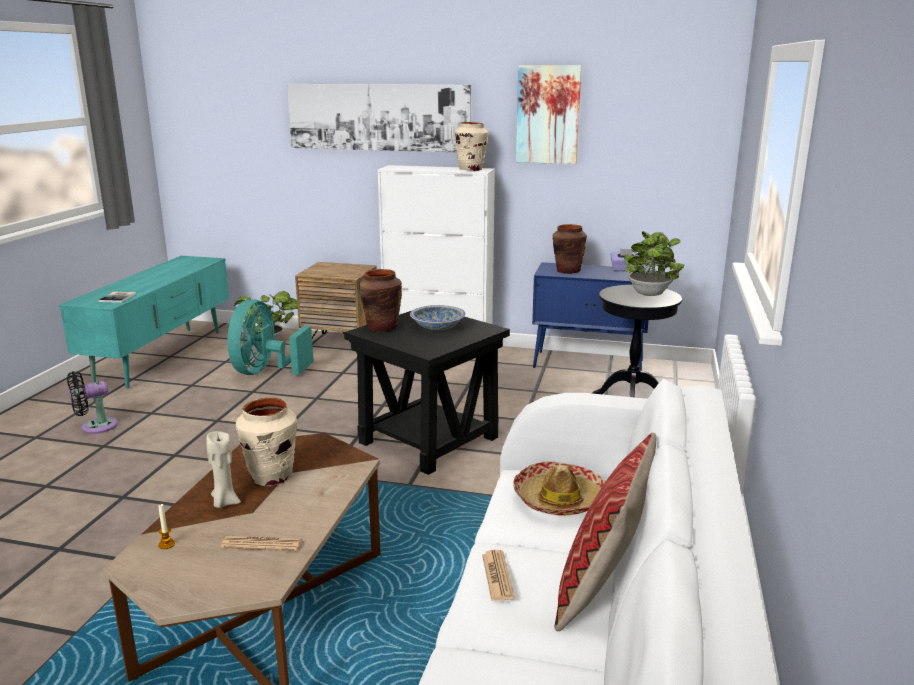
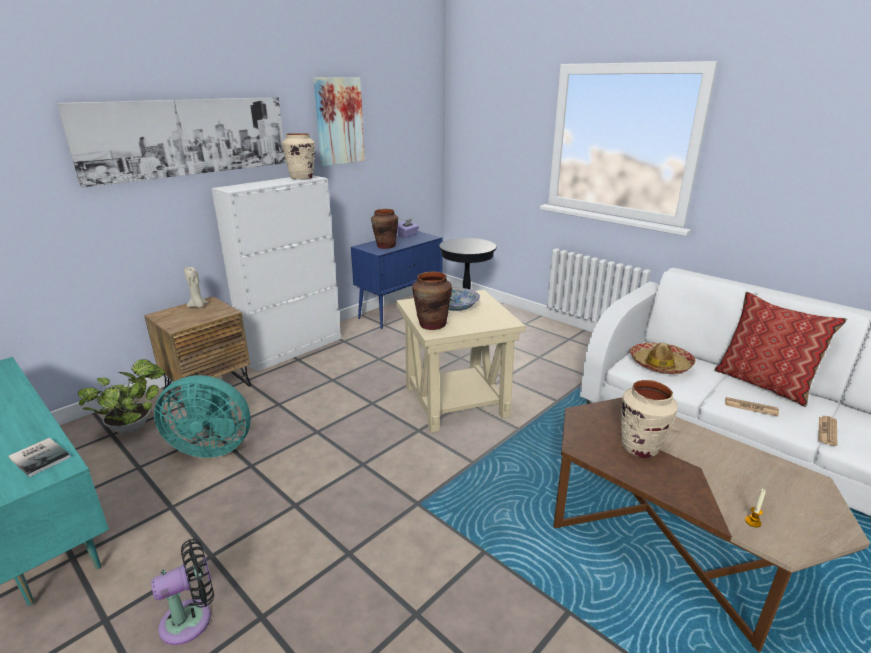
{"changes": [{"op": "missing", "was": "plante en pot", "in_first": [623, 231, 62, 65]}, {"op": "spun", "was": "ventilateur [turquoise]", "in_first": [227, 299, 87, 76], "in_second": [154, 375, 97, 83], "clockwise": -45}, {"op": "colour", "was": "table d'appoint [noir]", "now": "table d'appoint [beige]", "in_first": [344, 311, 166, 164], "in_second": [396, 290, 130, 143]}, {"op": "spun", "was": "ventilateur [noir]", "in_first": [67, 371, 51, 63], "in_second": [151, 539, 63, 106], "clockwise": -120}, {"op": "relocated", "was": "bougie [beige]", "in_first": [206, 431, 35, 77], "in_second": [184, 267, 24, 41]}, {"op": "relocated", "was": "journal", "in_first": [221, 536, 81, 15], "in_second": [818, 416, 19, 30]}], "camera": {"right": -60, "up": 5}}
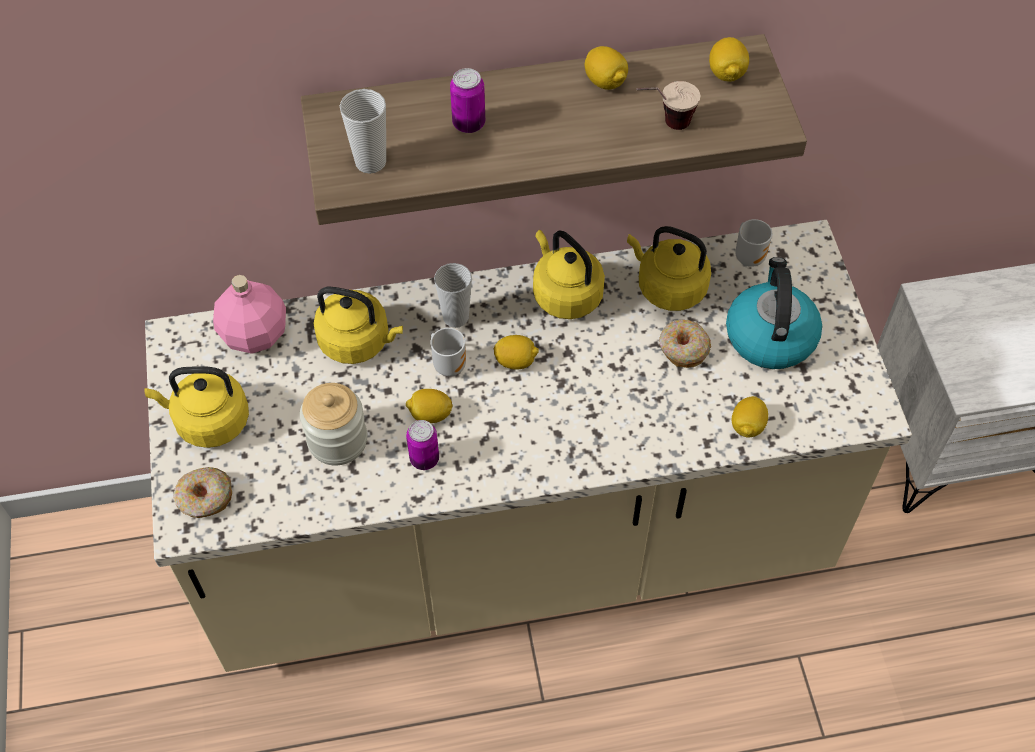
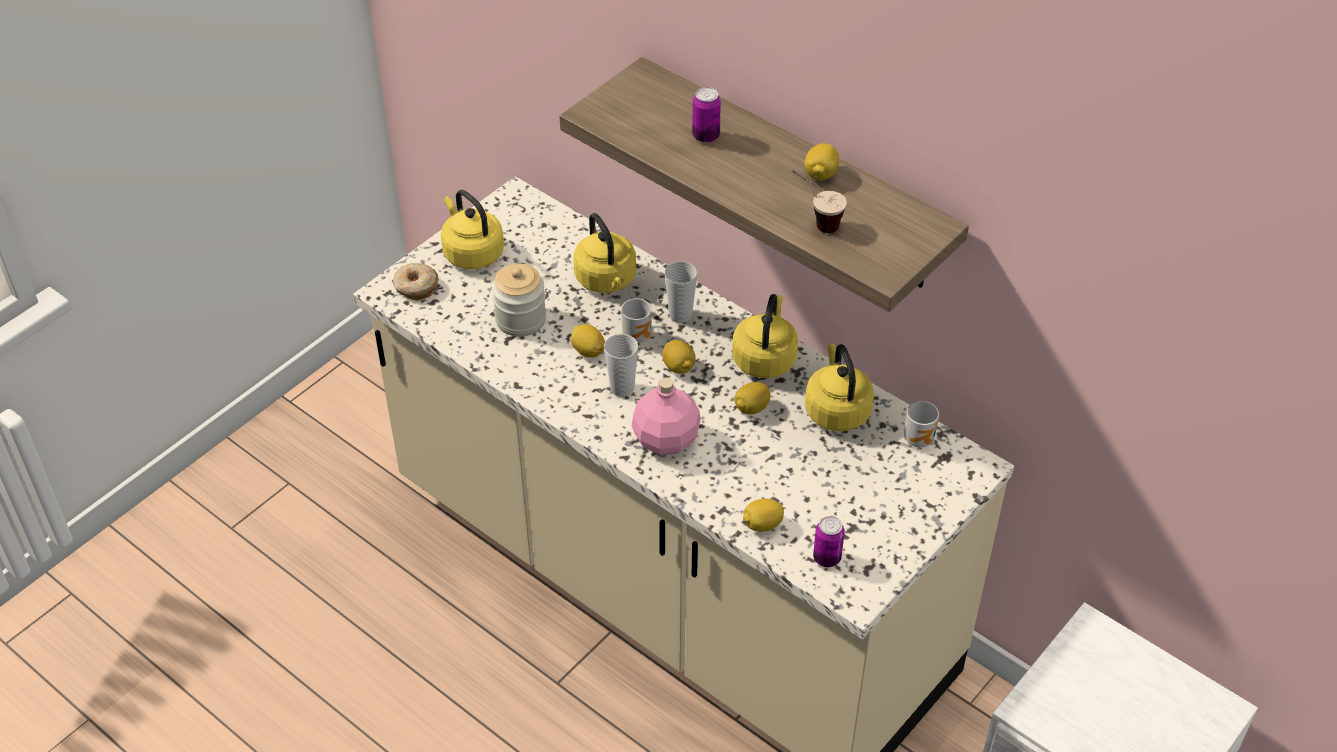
{"changes": [{"op": "relocated", "was": "citron", "in_first": [709, 37, 40, 45], "in_second": [735, 382, 36, 32]}, {"op": "relocated", "was": "tasse", "in_first": [340, 89, 46, 85], "in_second": [604, 334, 34, 63]}, {"op": "missing", "was": "bouilloire", "in_first": [726, 257, 96, 112]}, {"op": "relocated", "was": "bouteille [rose]", "in_first": [213, 275, 73, 78], "in_second": [632, 377, 69, 78]}, {"op": "missing", "was": "beignet", "in_first": [659, 320, 52, 48]}, {"op": "relocated", "was": "boîte métallique", "in_first": [406, 420, 33, 50], "in_second": [813, 516, 32, 51]}], "camera": {"right": 50, "up": -10}}
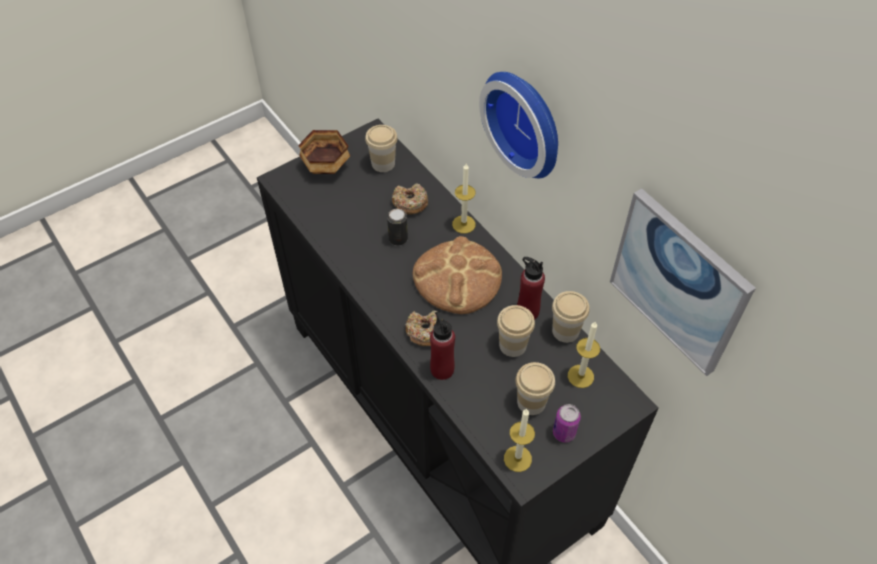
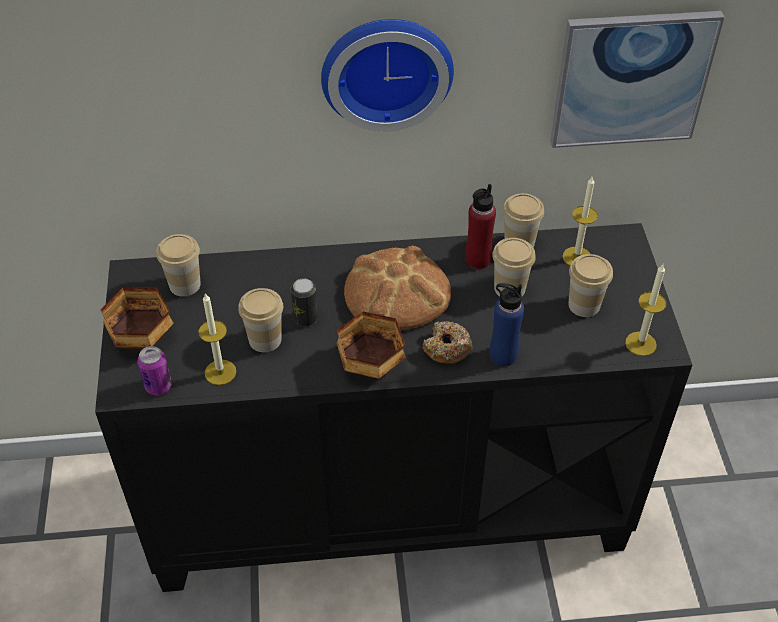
{"changes": [{"op": "relocated", "was": "bougie", "in_first": [452, 164, 24, 70], "in_second": [198, 293, 38, 92]}, {"op": "missing", "was": "beignet", "in_first": [392, 183, 36, 32]}, {"op": "colour", "was": "bouteille [rouge]", "now": "bouteille [bleu]", "in_first": [430, 312, 25, 68], "in_second": [489, 283, 35, 84]}, {"op": "relocated", "was": "boîte métallique", "in_first": [553, 404, 28, 39], "in_second": [138, 346, 34, 49]}, {"op": "appeared", "now": "tasse", "in_second": [238, 288, 45, 64]}, {"op": "appeared", "now": "bol", "in_second": [337, 311, 69, 68]}], "camera": {"right": -60, "up": -5}}
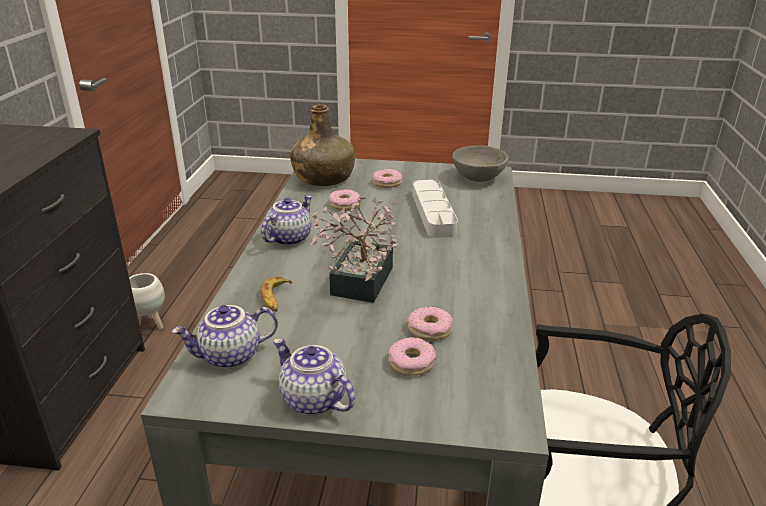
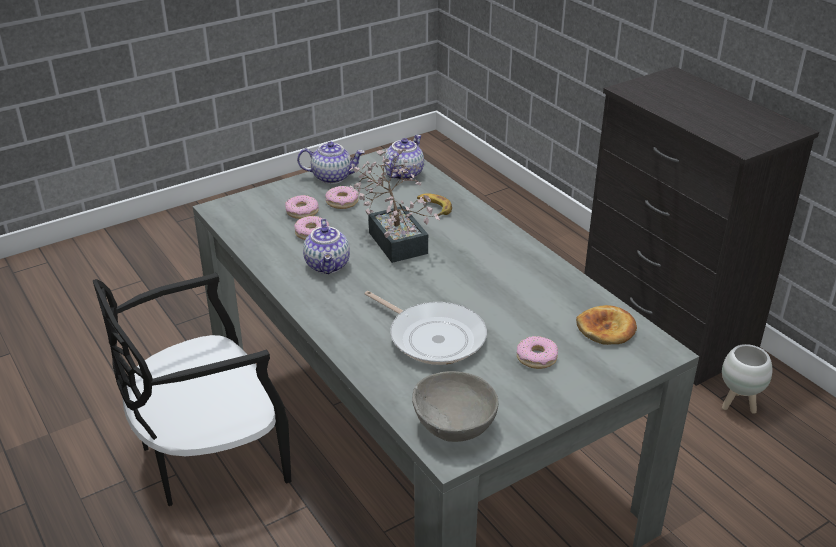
{"changes": [{"op": "exchanged", "was": "bouteille [vert]", "now": "pain", "in_first": [290, 104, 65, 82], "in_second": [576, 305, 61, 40]}, {"op": "exchanged", "was": "plateau [gris]", "now": "poêle", "in_first": [412, 180, 46, 58], "in_second": [365, 291, 122, 74]}, {"op": "relocated", "was": "beignet", "in_first": [329, 189, 32, 21], "in_second": [325, 186, 34, 23]}, {"op": "relocated", "was": "théière", "in_first": [261, 195, 52, 51], "in_second": [303, 218, 47, 56]}], "camera": {"right": 140, "up": 5}}
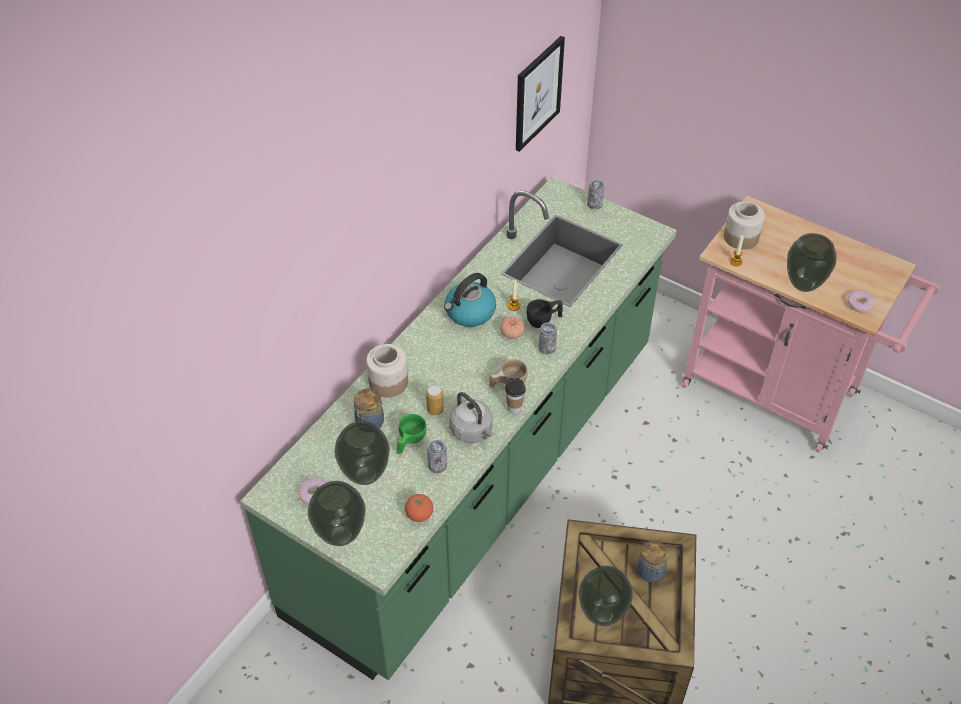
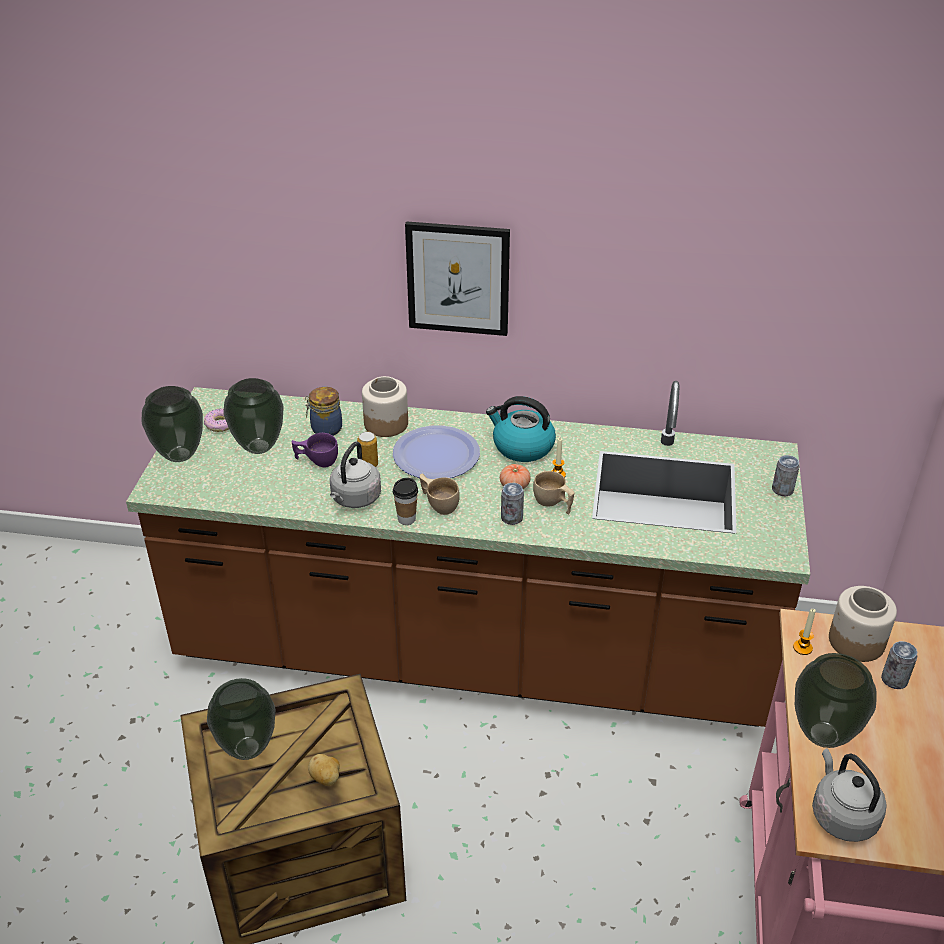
{"changes": [{"op": "relocated", "was": "tableau", "in_first": [516, 36, 49, 116], "in_second": [405, 221, 105, 115]}, {"op": "colour", "was": "comptoir de cuisine [vert]", "now": "comptoir de cuisine [marron]", "in_first": [240, 177, 437, 503], "in_second": [126, 381, 684, 346]}, {"op": "exchanged", "was": "beignet", "now": "bouilloire [gris]", "in_first": [848, 290, 27, 23], "in_second": [812, 748, 75, 94]}, {"op": "colour", "was": "tasse [noir]", "now": "tasse [beige]", "in_first": [527, 299, 36, 29], "in_second": [533, 471, 41, 43]}, {"op": "colour", "was": "tasse [vert]", "now": "tasse [violet]", "in_first": [397, 414, 30, 40], "in_second": [292, 433, 46, 34]}, {"op": "relocated", "was": "boîte métallique", "in_first": [427, 440, 20, 33], "in_second": [881, 641, 36, 48]}, {"op": "missing", "was": "tomate", "in_first": [405, 494, 28, 28]}, {"op": "exchanged", "was": "bocal", "now": "pomme de terre", "in_first": [637, 541, 31, 41], "in_second": [308, 754, 32, 32]}, {"op": "appeared", "now": "assiette", "in_second": [393, 425, 87, 54]}], "camera": {"right": 65, "up": -10}}
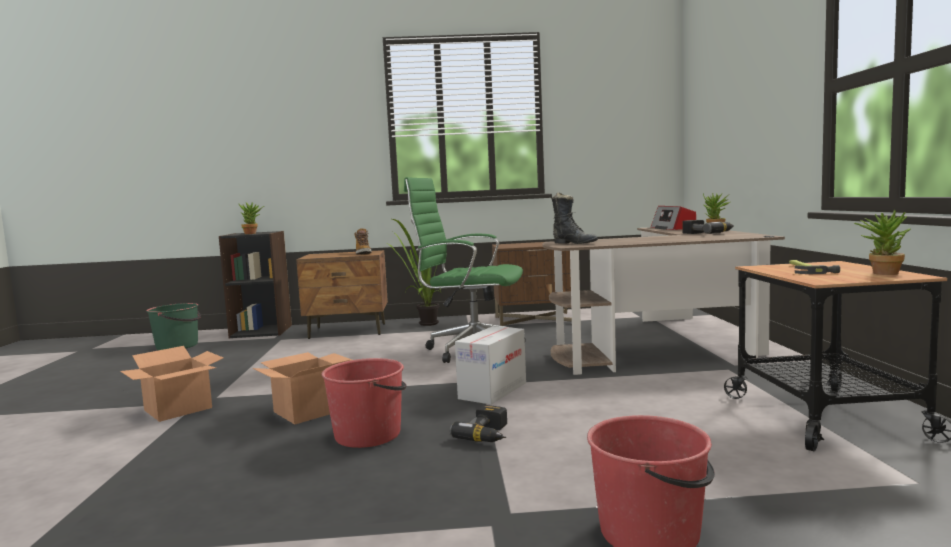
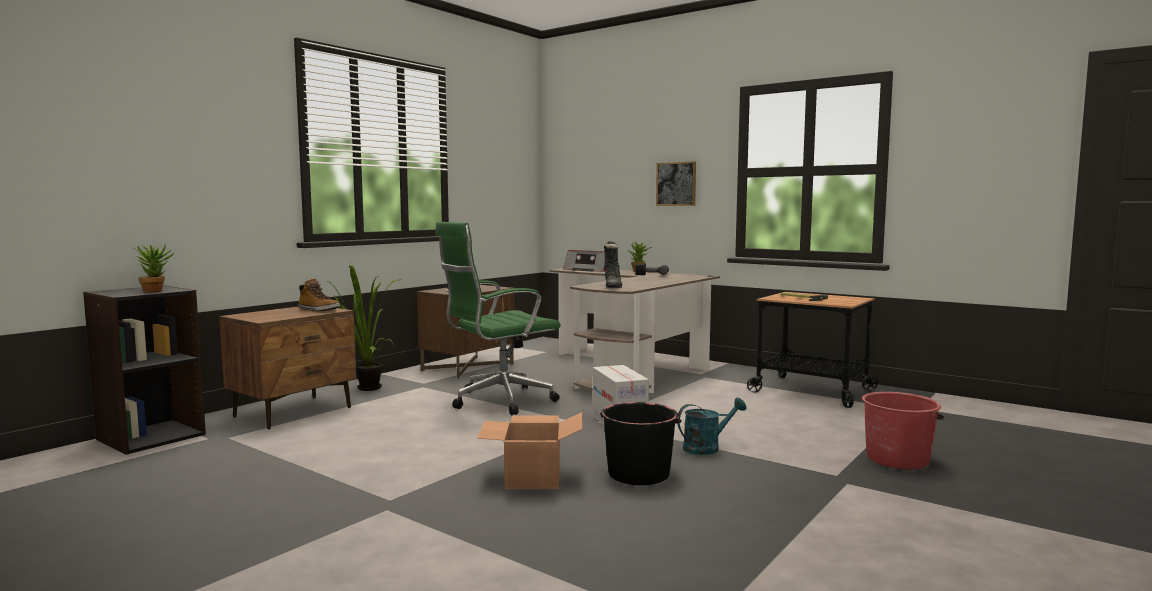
{"changes": [{"op": "spun", "was": "botte [noir]", "in_first": [551, 192, 47, 52], "in_second": [604, 241, 18, 47], "clockwise": 90}, {"op": "missing", "was": "plante en pot", "in_first": [854, 210, 57, 65]}, {"op": "missing", "was": "seau [vert]", "in_first": [146, 303, 55, 47]}, {"op": "missing", "was": "carton", "in_first": [120, 346, 103, 76]}, {"op": "colour", "was": "seau [rouge]", "now": "seau [noir]", "in_first": [321, 358, 86, 90], "in_second": [600, 402, 81, 83]}, {"op": "exchanged", "was": "perceuse", "now": "arrosoir [turquoise]", "in_first": [450, 405, 57, 37], "in_second": [677, 398, 70, 57]}, {"op": "appeared", "now": "tableau", "in_second": [656, 161, 40, 45]}], "camera": {"right": -50, "up": 0}}
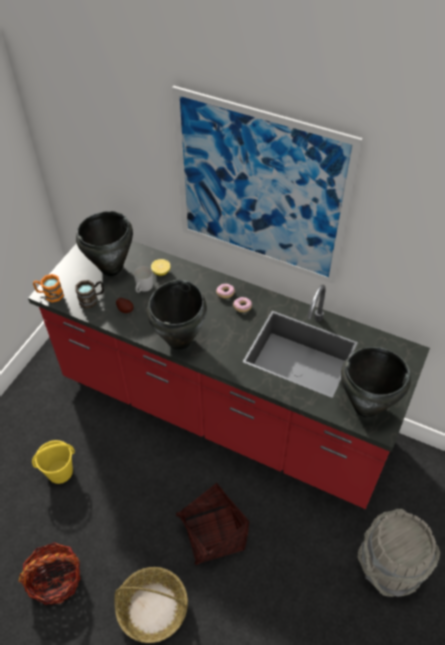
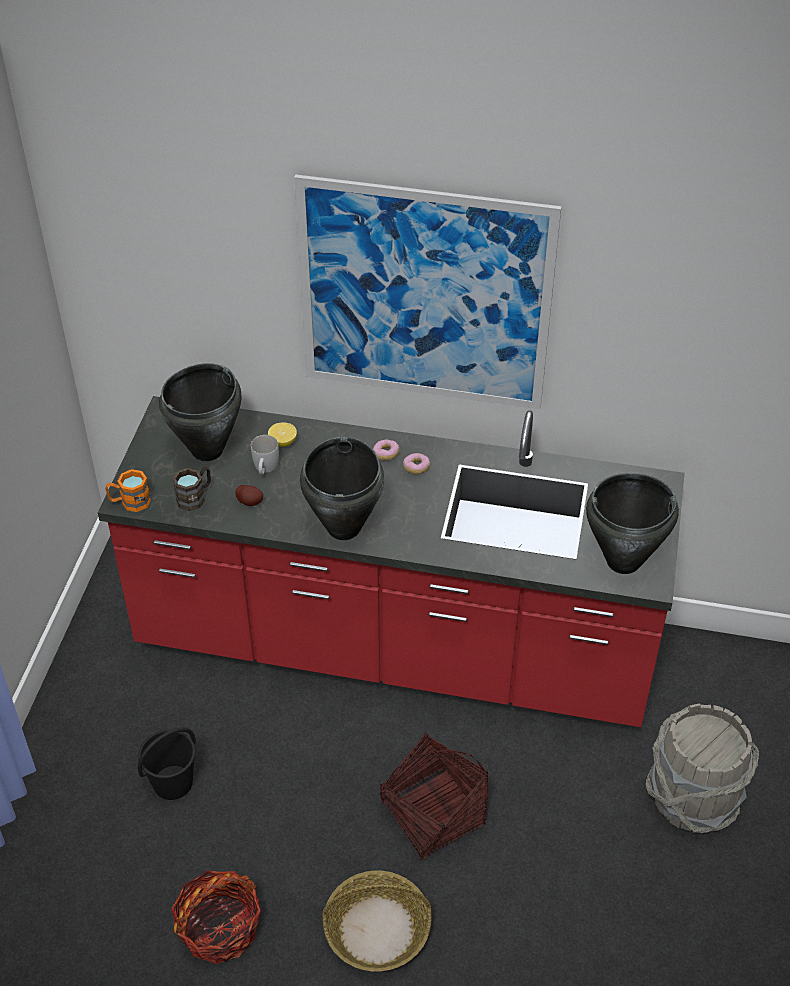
{"changes": [{"op": "colour", "was": "seau [jaune]", "now": "seau [noir]", "in_first": [32, 440, 43, 44], "in_second": [138, 727, 58, 73]}], "camera": {"right": -15, "up": -5}}
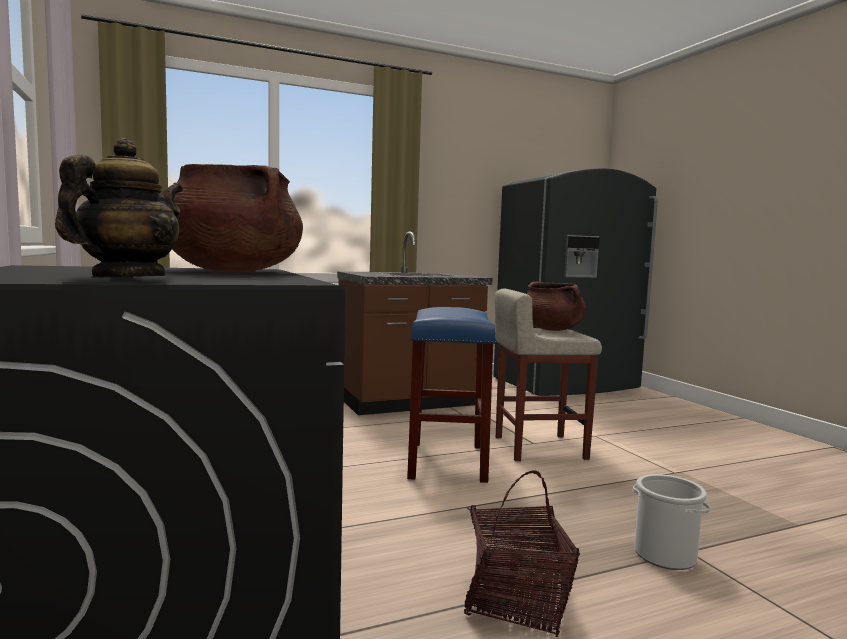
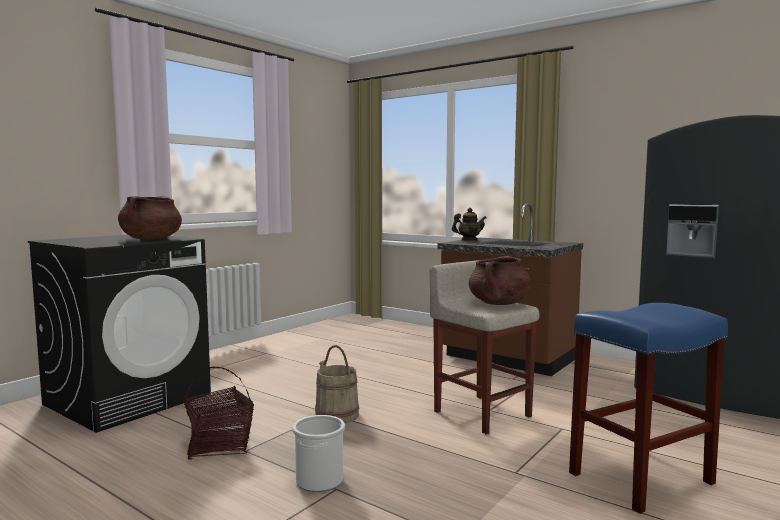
{"changes": [{"op": "relocated", "was": "théière", "in_first": [55, 138, 128, 140], "in_second": [452, 208, 35, 32]}, {"op": "relocated", "was": "tabouret [bleu]", "in_first": [407, 307, 89, 176], "in_second": [569, 303, 159, 211]}, {"op": "appeared", "now": "seau [beige]", "in_second": [315, 345, 44, 78]}], "camera": {"right": 60, "up": 0}}
